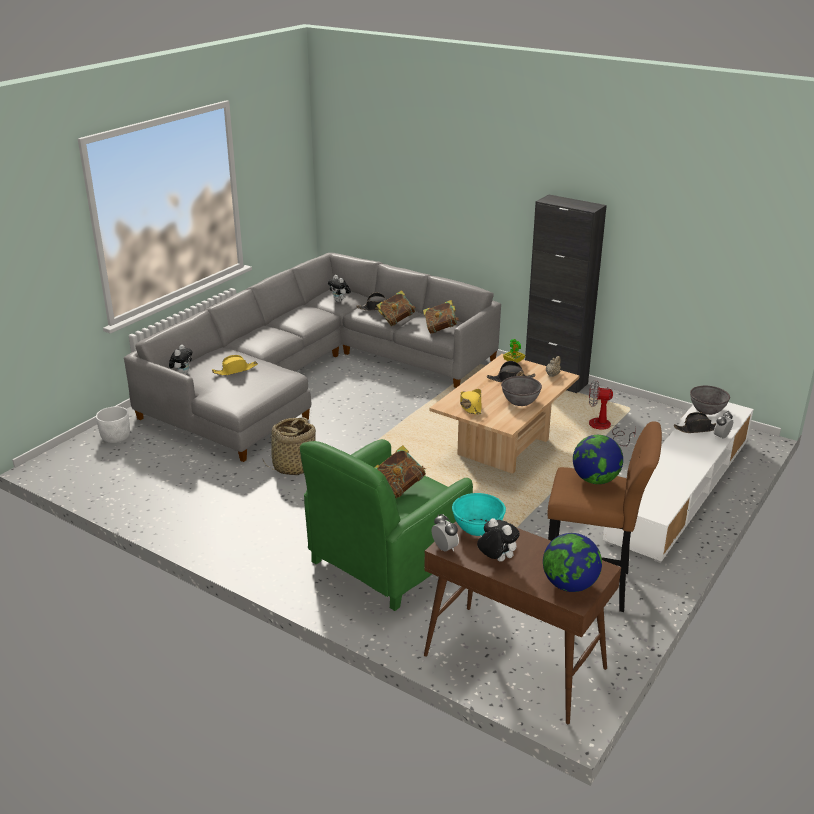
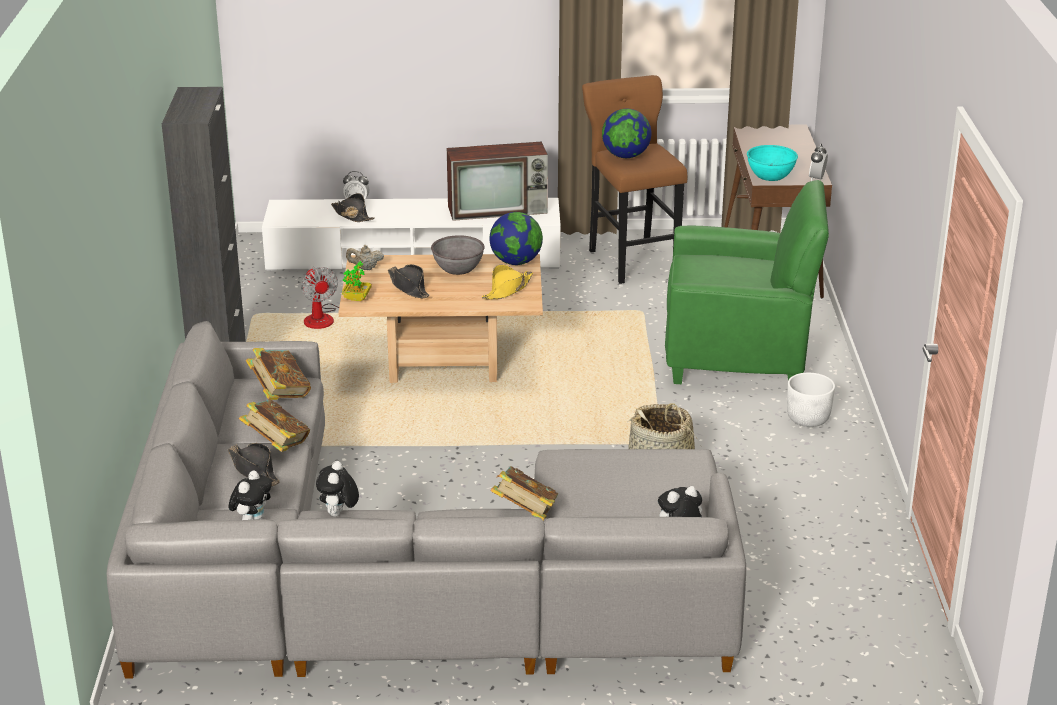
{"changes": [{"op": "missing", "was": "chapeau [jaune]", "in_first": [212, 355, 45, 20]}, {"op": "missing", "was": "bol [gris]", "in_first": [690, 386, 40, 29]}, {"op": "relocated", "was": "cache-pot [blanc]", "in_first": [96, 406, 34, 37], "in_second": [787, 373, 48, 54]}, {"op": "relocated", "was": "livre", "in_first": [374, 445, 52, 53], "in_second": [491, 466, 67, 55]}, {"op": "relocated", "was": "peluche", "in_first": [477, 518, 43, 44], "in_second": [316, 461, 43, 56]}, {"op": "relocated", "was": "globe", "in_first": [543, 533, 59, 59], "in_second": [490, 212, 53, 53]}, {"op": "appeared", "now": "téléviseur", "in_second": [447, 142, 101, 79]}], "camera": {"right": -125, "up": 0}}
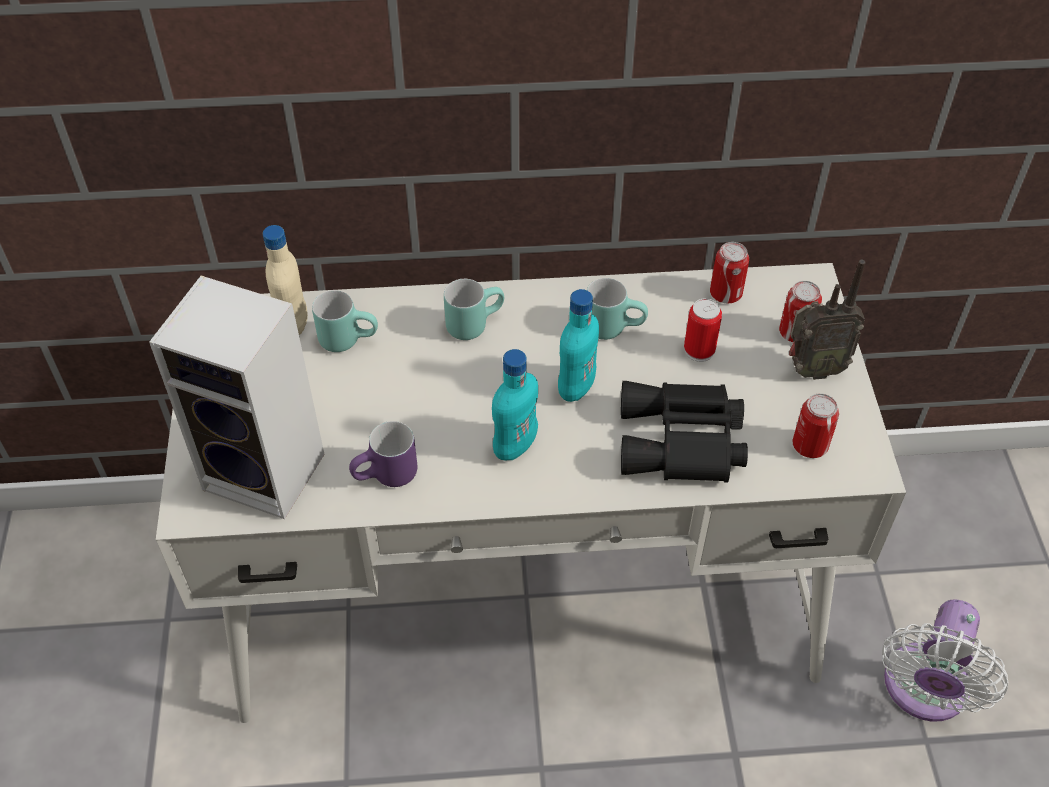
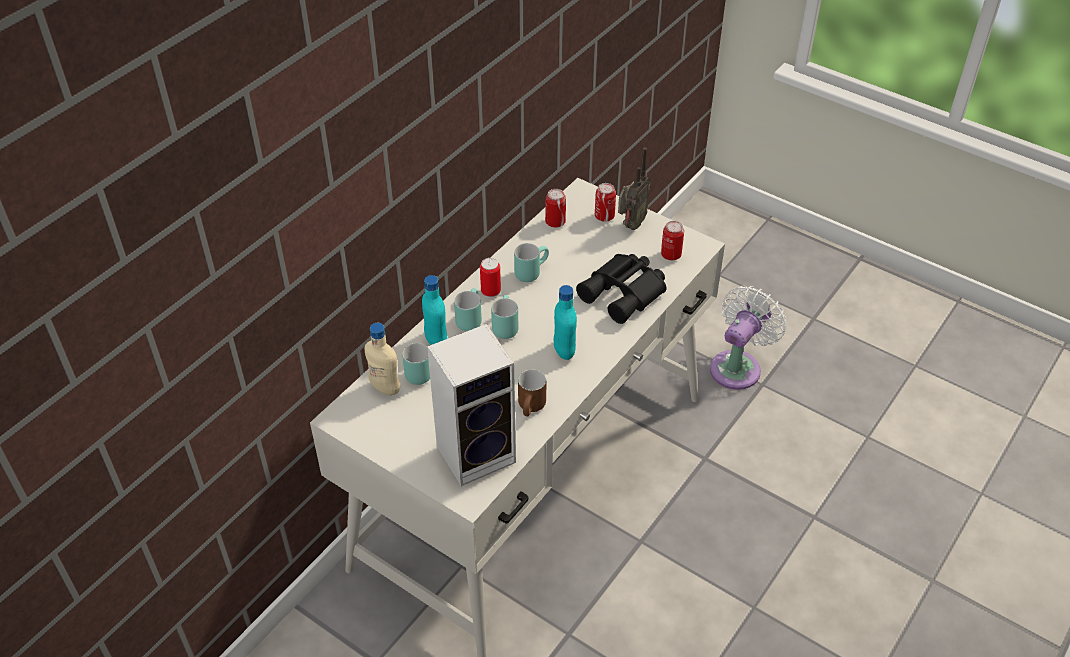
{"changes": [{"op": "relocated", "was": "bouteille [turquoise]", "in_first": [558, 289, 41, 113], "in_second": [422, 275, 25, 70]}, {"op": "relocated", "was": "boîte métallique", "in_first": [684, 298, 38, 64], "in_second": [480, 258, 21, 41]}, {"op": "colour", "was": "mug [violet]", "now": "mug [marron]", "in_first": [349, 421, 68, 66], "in_second": [518, 369, 28, 48]}, {"op": "spun", "was": "ventilateur [blanc]", "in_first": [882, 599, 126, 123], "in_second": [710, 286, 76, 104], "clockwise": -120}, {"op": "appeared", "now": "mug [turquoise]", "in_second": [491, 295, 27, 44]}], "camera": {"right": -50, "up": -5}}
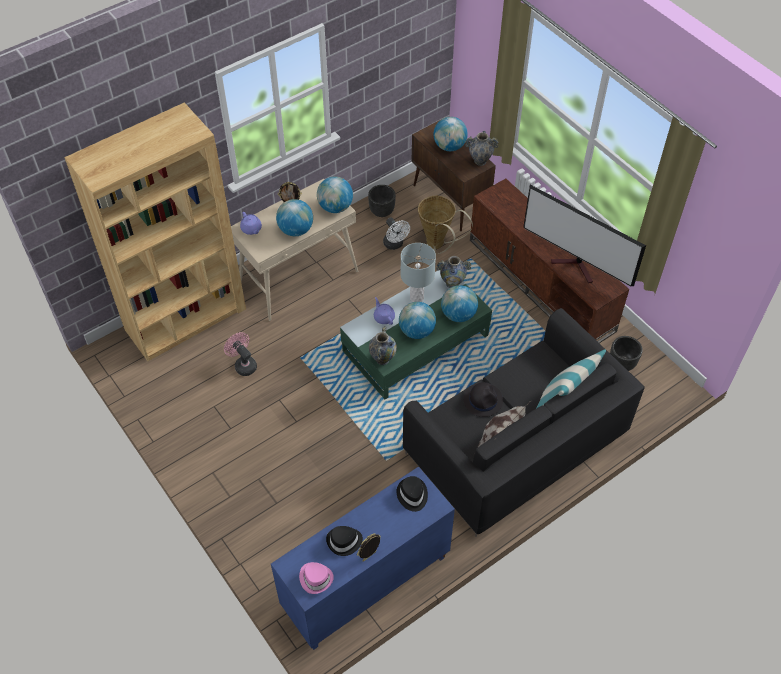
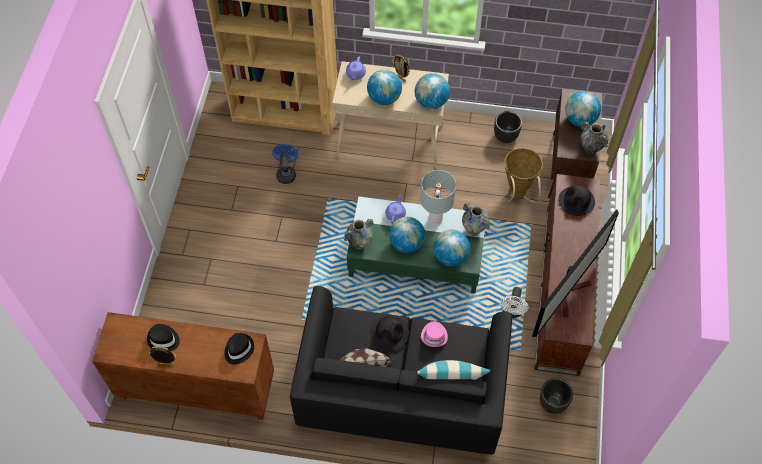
{"changes": [{"op": "spun", "was": "téléviseur", "in_first": [524, 185, 122, 101], "in_second": [532, 209, 87, 128], "clockwise": -135}, {"op": "relocated", "was": "ventilateur [blanc]", "in_first": [383, 218, 27, 32], "in_second": [500, 287, 29, 31]}, {"op": "colour", "was": "ventilateur [rose]", "now": "ventilateur [bleu]", "in_first": [224, 332, 33, 44], "in_second": [272, 144, 27, 40]}, {"op": "colour", "was": "meuble de rangement [bleu]", "now": "meuble de rangement [marron]", "in_first": [271, 466, 184, 184], "in_second": [92, 312, 182, 108]}, {"op": "relocated", "was": "chapeau [rose]", "in_first": [299, 562, 35, 32], "in_second": [421, 321, 27, 26]}, {"op": "appeared", "now": "chapeau [noir]", "in_second": [558, 185, 37, 31]}], "camera": {"right": 45, "up": 5}}
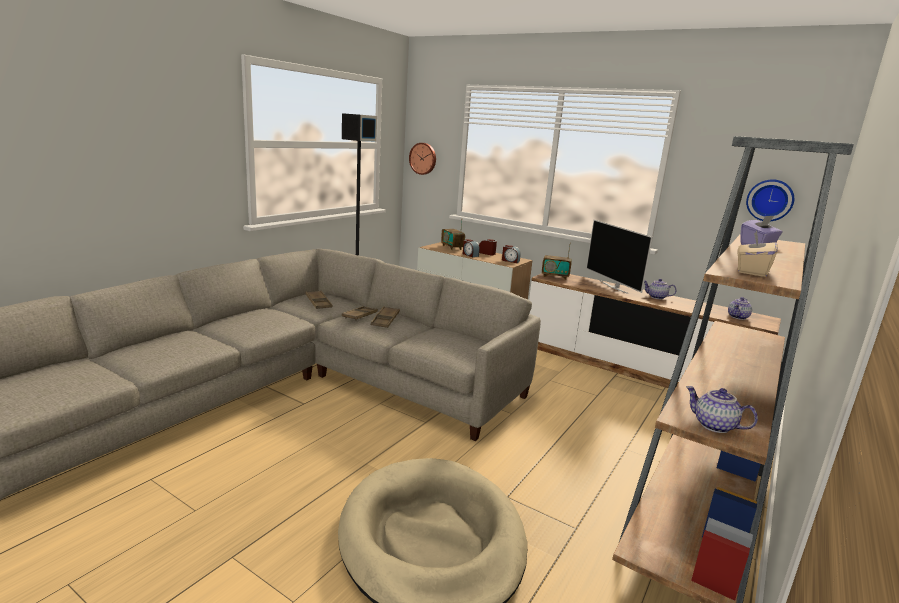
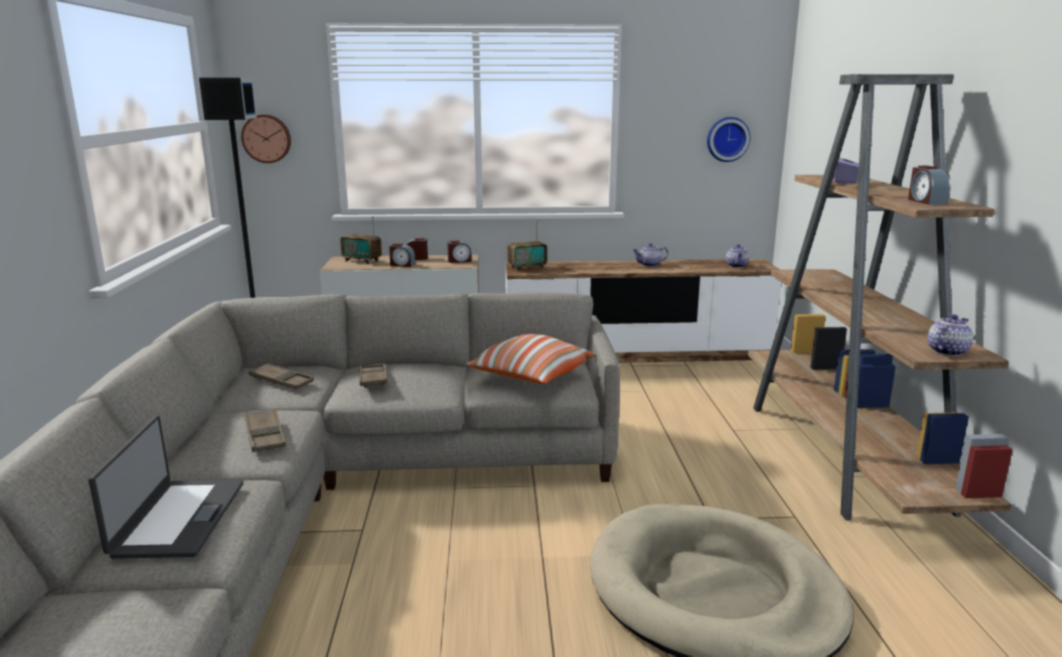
{"changes": [{"op": "missing", "was": "téléviseur", "in_first": [586, 220, 67, 74]}, {"op": "exchanged", "was": "boîte à mouchoirs [beige]", "now": "réveil", "in_first": [737, 231, 41, 46], "in_second": [908, 166, 43, 39]}, {"op": "relocated", "was": "plateau [marron]", "in_first": [371, 306, 29, 22], "in_second": [244, 409, 42, 43]}, {"op": "spun", "was": "théière", "in_first": [686, 386, 72, 47], "in_second": [928, 314, 45, 42], "clockwise": 135}, {"op": "appeared", "now": "coussin", "in_second": [466, 334, 128, 50]}, {"op": "appeared", "now": "ordinateur portable", "in_second": [88, 415, 155, 144]}], "camera": {"right": -35, "up": 0}}
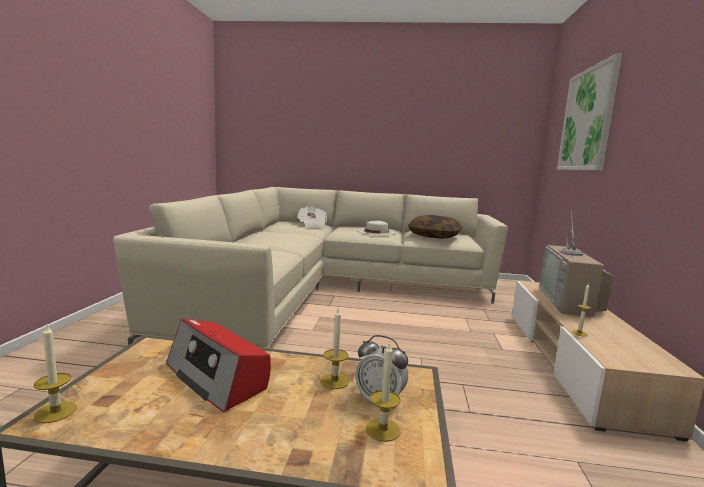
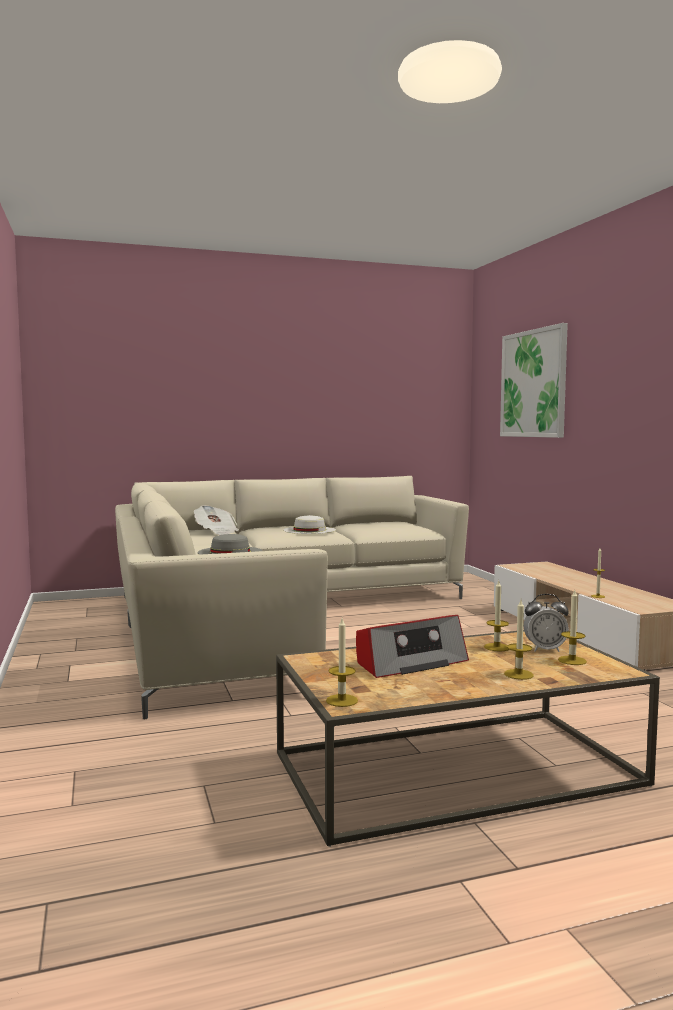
{"changes": [{"op": "missing", "was": "téléviseur", "in_first": [539, 212, 74, 105]}, {"op": "missing", "was": "coussin", "in_first": [408, 215, 55, 24]}, {"op": "spun", "was": "radio", "in_first": [166, 319, 105, 94], "in_second": [356, 615, 113, 63], "clockwise": -45}, {"op": "appeared", "now": "chapeau [gris]", "in_second": [198, 534, 64, 21]}, {"op": "appeared", "now": "bougie", "in_second": [504, 600, 30, 80]}], "camera": {"right": -25, "up": -5}}
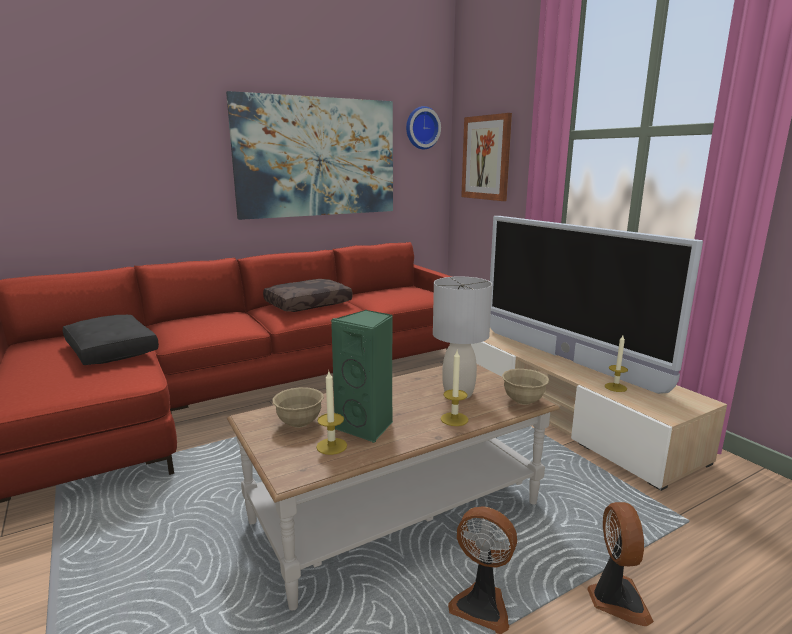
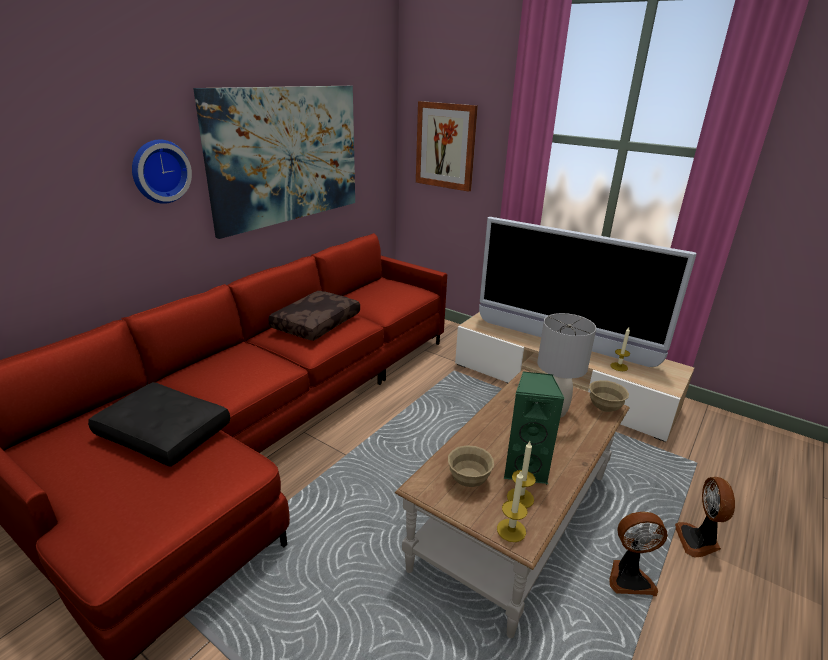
{"changes": [{"op": "relocated", "was": "horloge murale", "in_first": [406, 106, 35, 43], "in_second": [132, 140, 60, 64]}, {"op": "relocated", "was": "bougie", "in_first": [441, 351, 27, 75], "in_second": [497, 471, 31, 71]}, {"op": "spun", "was": "ventilateur", "in_first": [587, 502, 67, 124], "in_second": [675, 477, 60, 80], "clockwise": -150}], "camera": {"right": -25, "up": 10}}
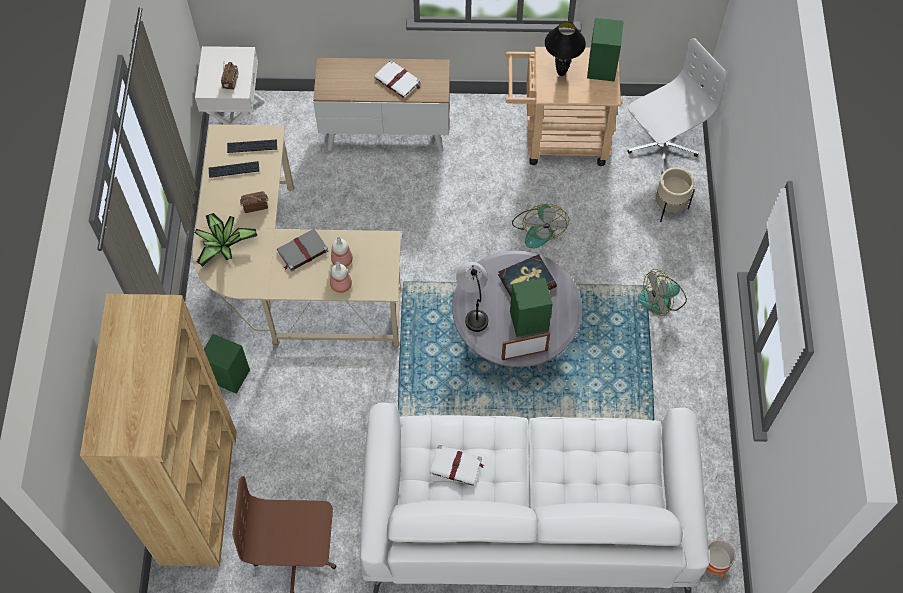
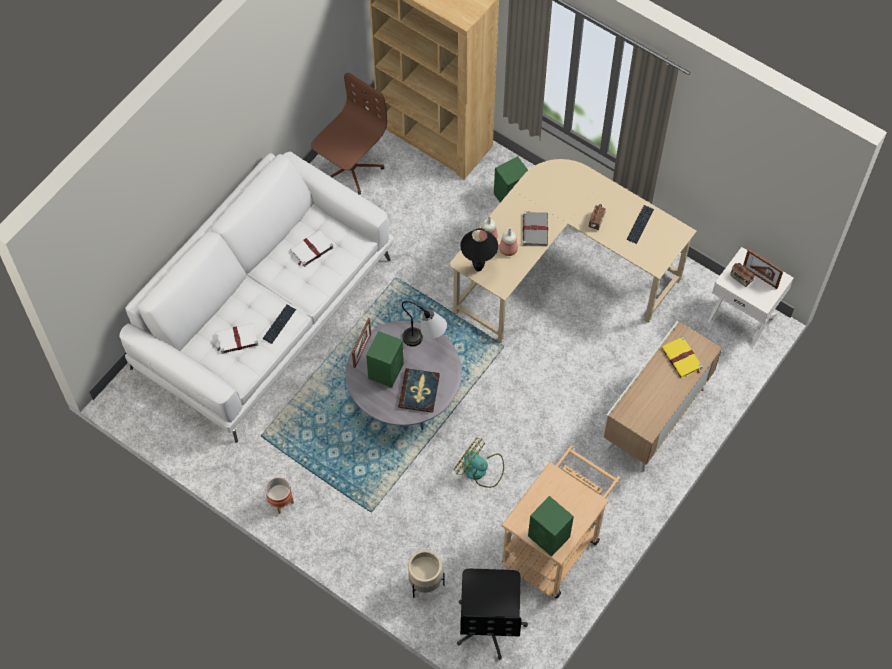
{"changes": [{"op": "relocated", "was": "lampe de table [noir]", "in_first": [545, 22, 41, 54], "in_second": [460, 228, 38, 43]}, {"op": "colour", "was": "chaise de bureau [blanc]", "now": "chaise de bureau [noir]", "in_first": [627, 38, 99, 136], "in_second": [457, 569, 71, 91]}, {"op": "relocated", "was": "livre [blanc]", "in_first": [374, 60, 47, 38], "in_second": [216, 323, 42, 31]}, {"op": "relocated", "was": "clavier", "in_first": [227, 139, 50, 14], "in_second": [263, 305, 33, 39]}, {"op": "missing", "was": "plante en pot", "in_first": [195, 213, 62, 54]}, {"op": "missing", "was": "ventilateur", "in_first": [638, 269, 49, 47]}, {"op": "relocated", "was": "cache-pot", "in_first": [705, 540, 30, 39], "in_second": [265, 477, 29, 37]}, {"op": "appeared", "now": "cadre photo", "in_second": [743, 249, 40, 40]}, {"op": "appeared", "now": "livre [jaune]", "in_second": [661, 336, 42, 42]}], "camera": {"right": 125, "up": 0}}
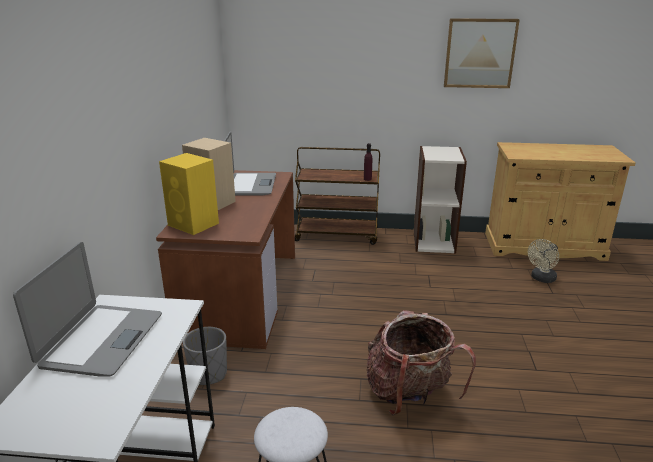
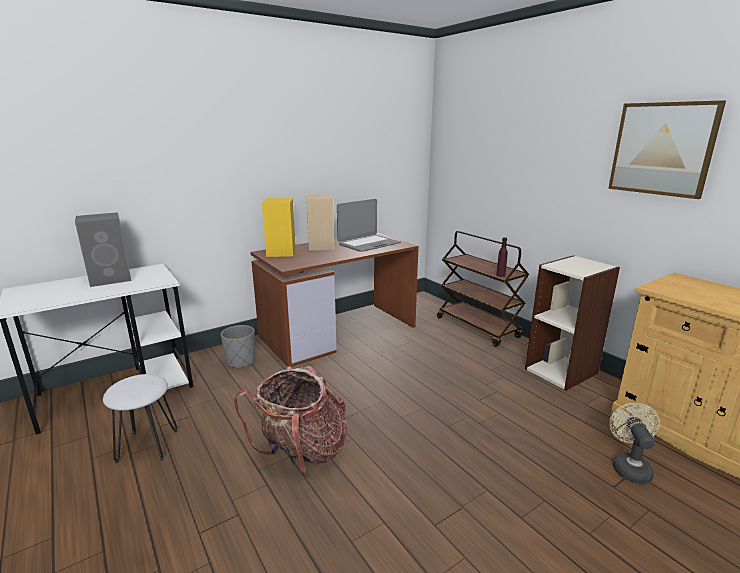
{"changes": [{"op": "spun", "was": "ventilateur [beige]", "in_first": [528, 239, 31, 44], "in_second": [609, 403, 51, 81], "clockwise": 90}, {"op": "exchanged", "was": "ordinateur portable", "now": "enceinte [gris]", "in_first": [13, 242, 149, 135], "in_second": [75, 212, 57, 75]}], "camera": {"right": 50, "up": -5}}
